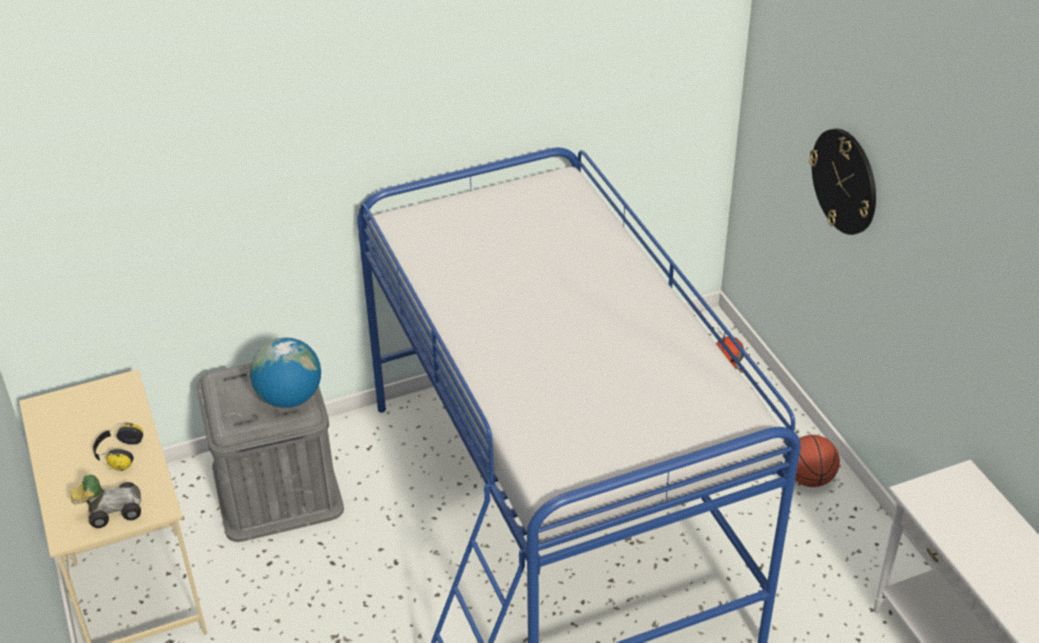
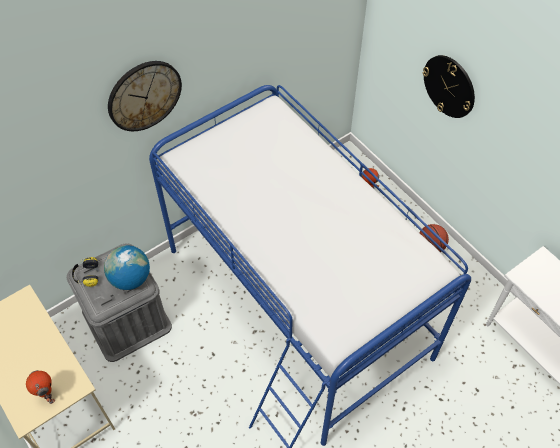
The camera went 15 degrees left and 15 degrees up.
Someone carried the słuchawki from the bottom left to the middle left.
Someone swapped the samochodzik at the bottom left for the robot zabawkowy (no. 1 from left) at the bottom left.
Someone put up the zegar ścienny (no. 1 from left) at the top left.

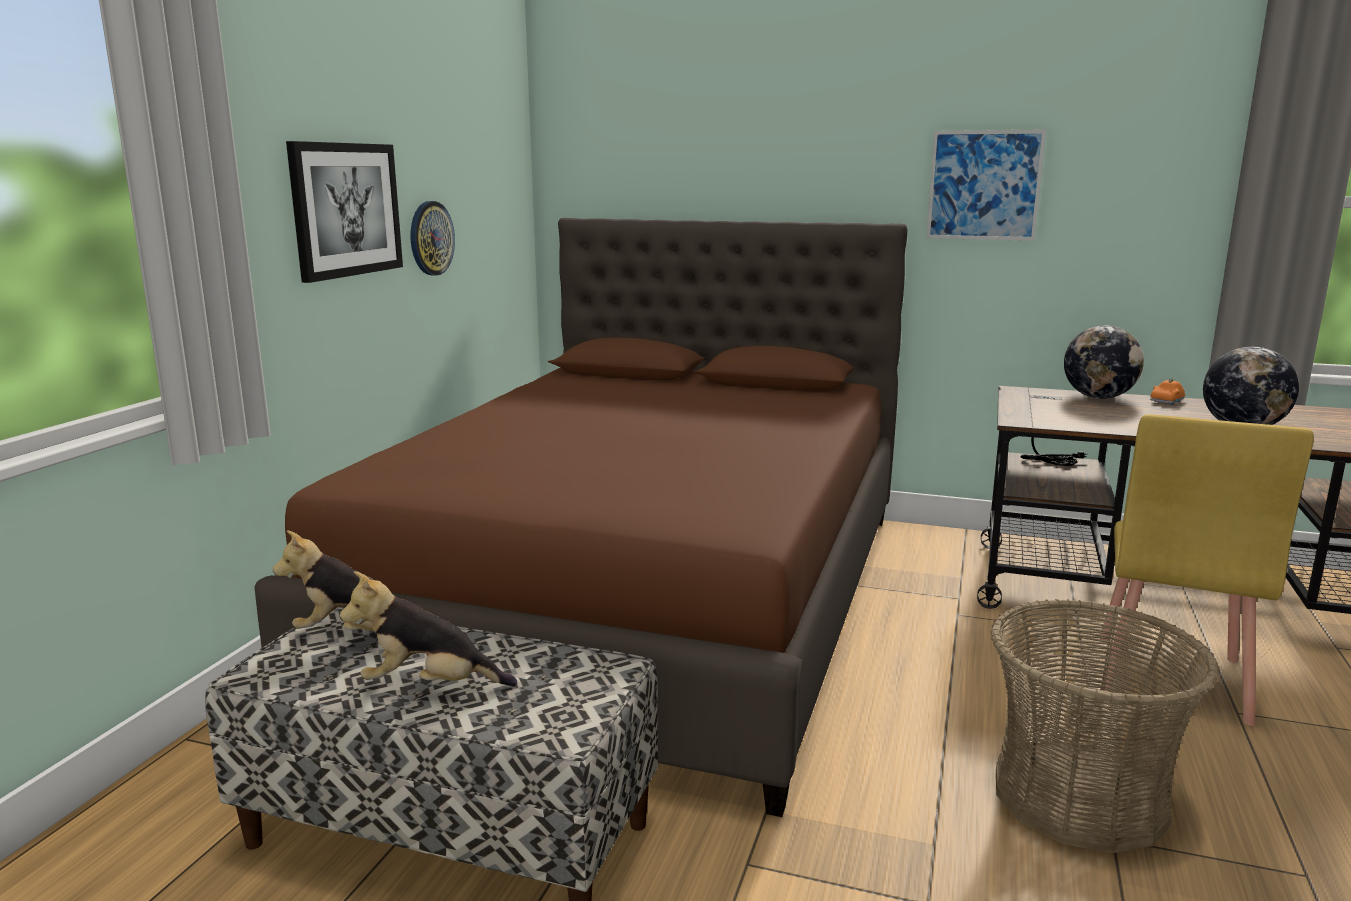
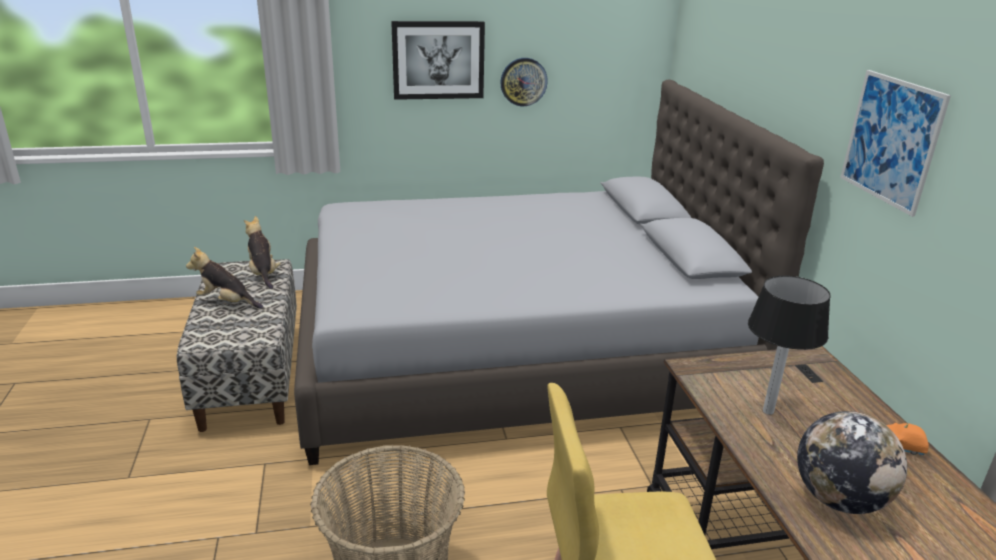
The camera went 60 degrees right and 10 degrees up.
Someone repainted the łóżko [brązowy] at the centre, which became the łóżko [szary] at the centre.
Someone took away the globus (no. 1 from left) at the middle right.
Someone rotated the pluszak (no. 2 from left in the first image) at the bottom left by 45 degrees counterclockwise.
Someone put down the lampa stołowa at the middle right.

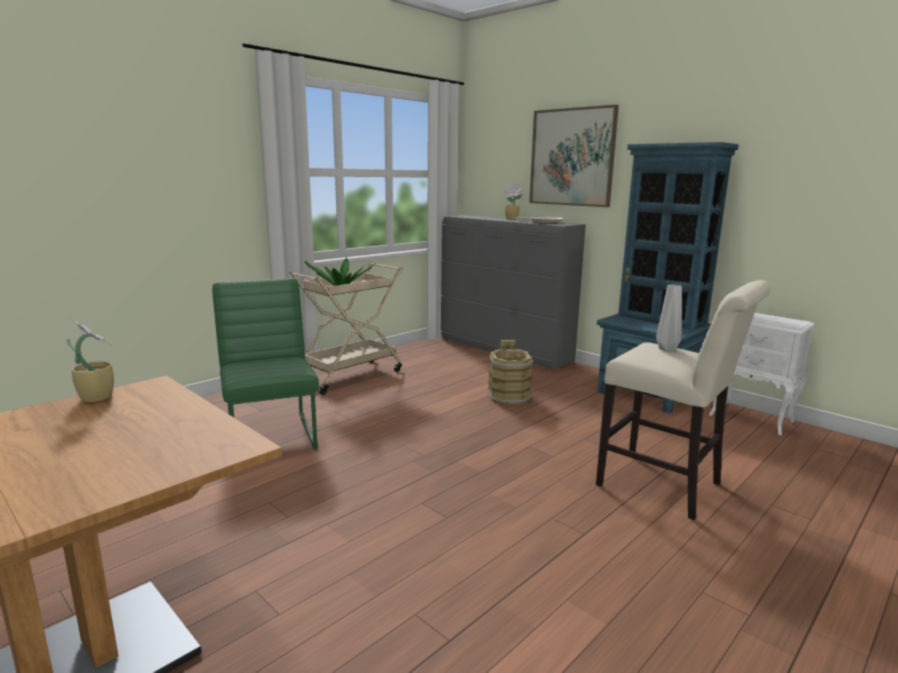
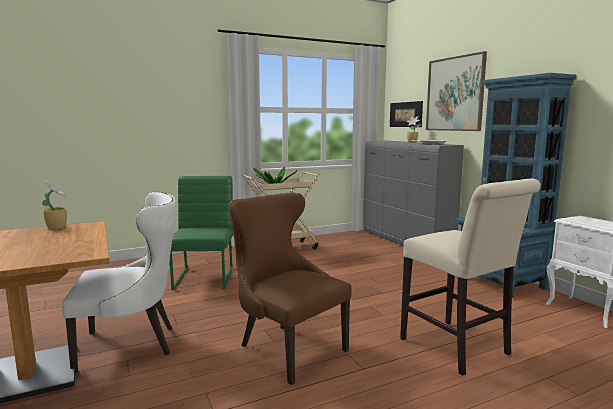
The camera went 20 degrees right and 5 degrees down.
Someone took away the wazon [szary] at the middle right.
Someone took away the wiadro [brązowy] at the centre.
Someone put up the obraz (no. 1 from left) at the top centre.
Someone put down the krzesło [biały] at the bottom left.
Someone put down the krzesło [brązowy] at the bottom centre.

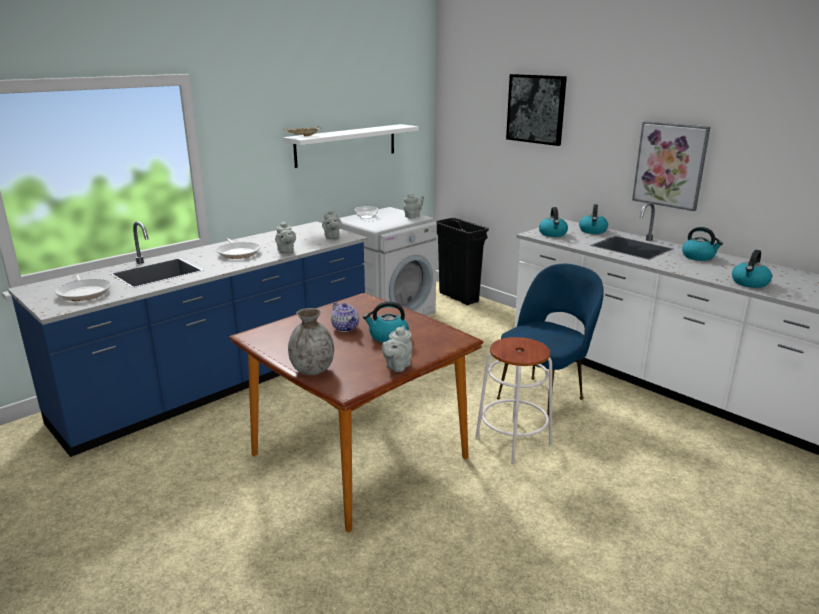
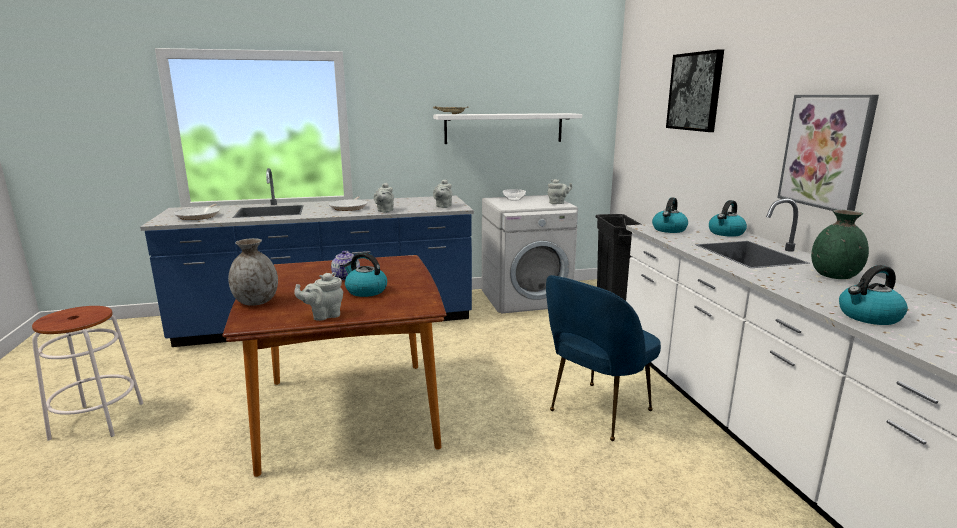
The camera went 30 degrees right and 5 degrees down.
Someone swapped the czajnik (no. 4 from left) at the middle right for the wazon [zielony] at the middle right.
Someone rotated the krzesło [niebieski] at the middle right by 150 degrees clockwise.
Someone carried the stołek [biały] from the centre to the bottom left.

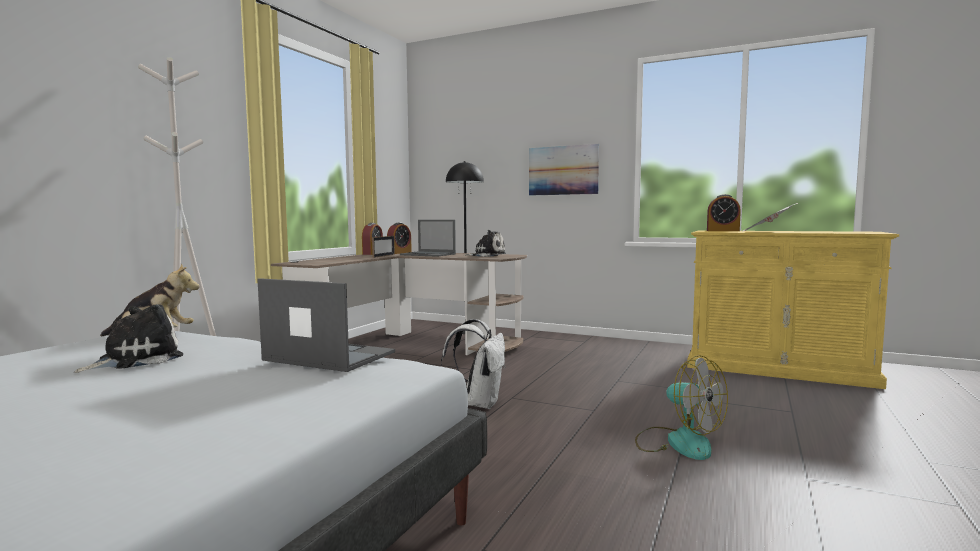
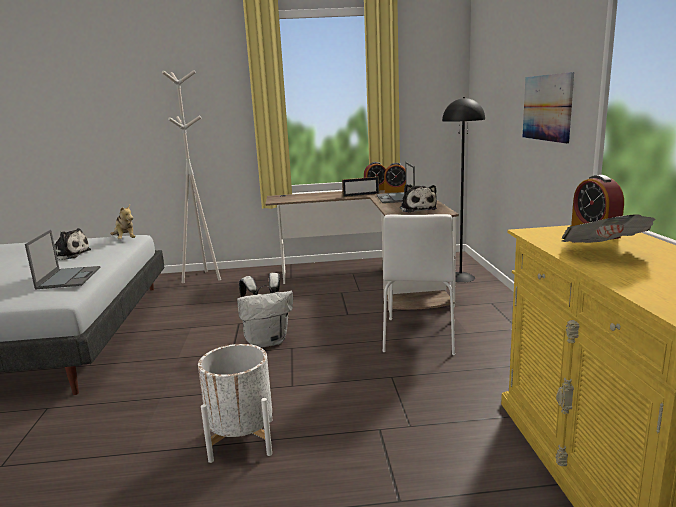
The camera went 60 degrees right and 10 degrees up.
Someone swapped the wentylator at the bottom right for the donica [biały] at the bottom centre.
Someone put down the krzesło [biały] at the centre.

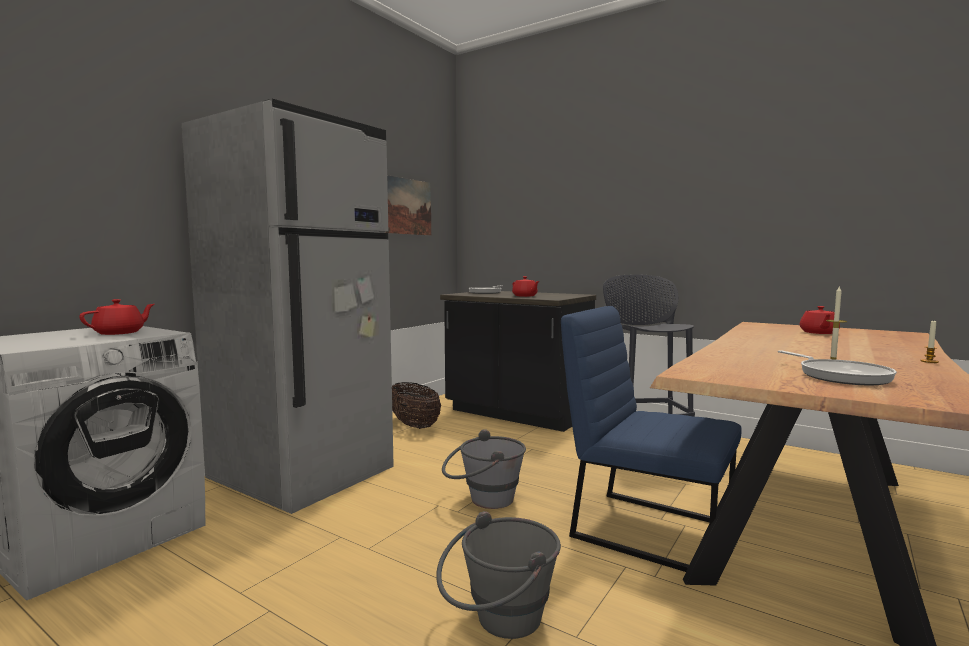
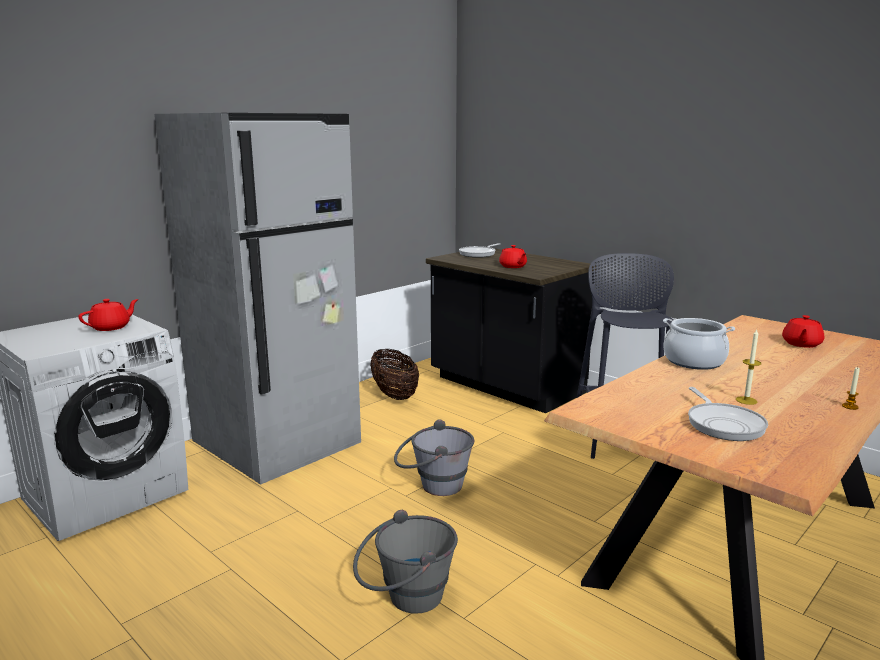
The camera went 10 degrees right and 10 degrees up.
Someone took away the obraz at the top centre.
Someone took away the krzesło [niebieski] at the bottom right.
Someone put down the garnek at the middle right.

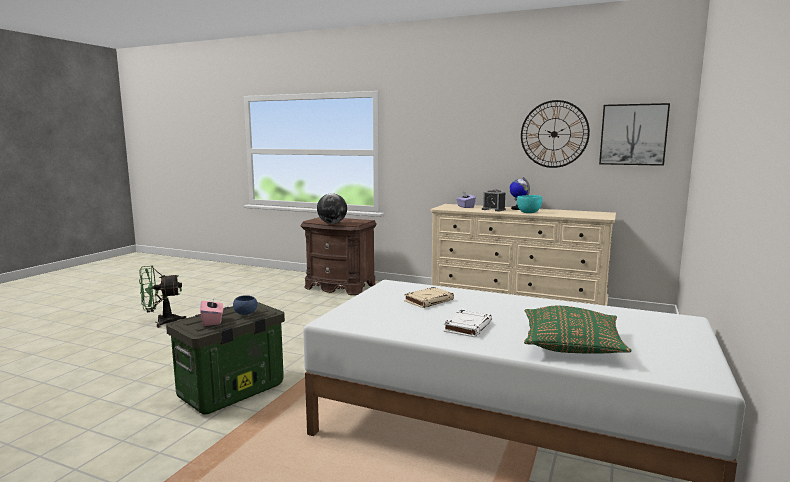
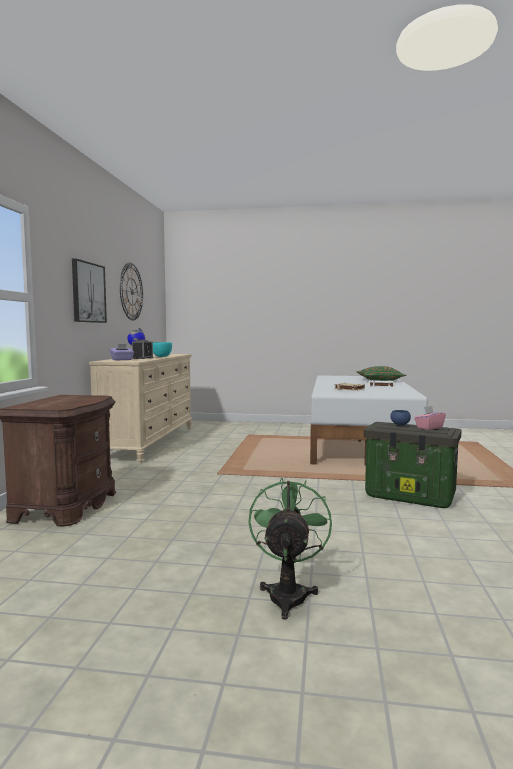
The camera went 105 degrees left and 5 degrees down.
Someone carried the obraz from the top right to the middle left.
Someone took away the globus (no. 1 from left) at the centre.
Someone rotated the wentylator [zielony] at the middle left by 135 degrees counterclockwise.

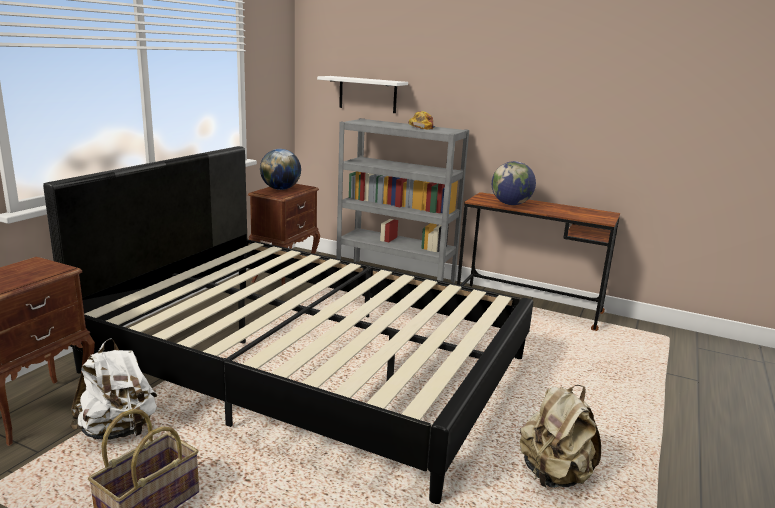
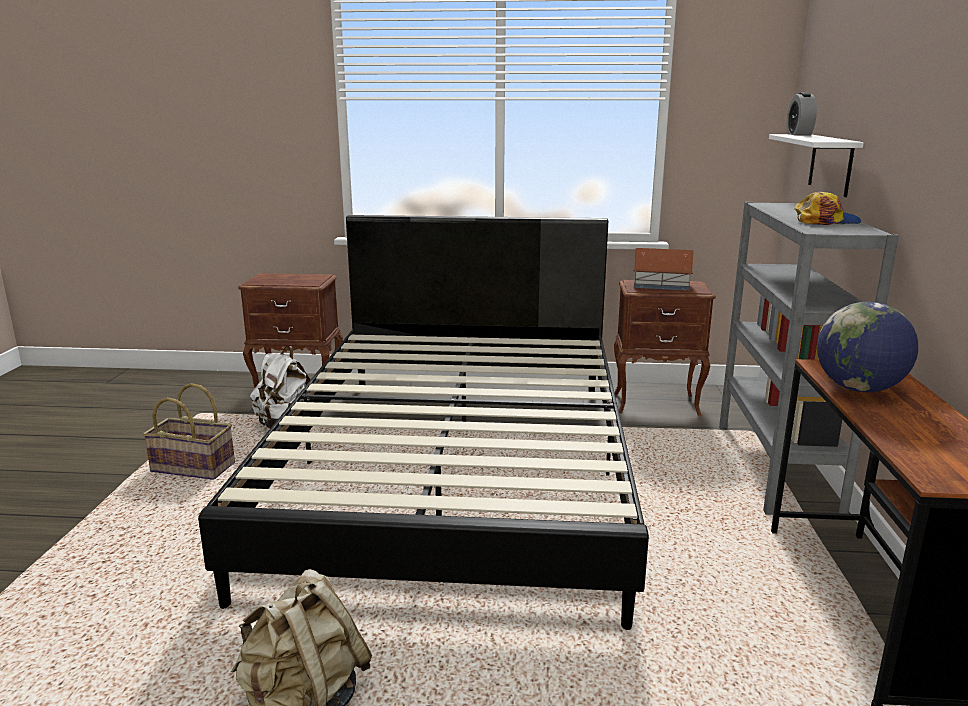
The camera went 70 degrees right and 0 degrees up.
Someone swapped the globus (no. 1 from left) at the top centre for the domek at the middle right.
Someone put down the budzik at the top right.

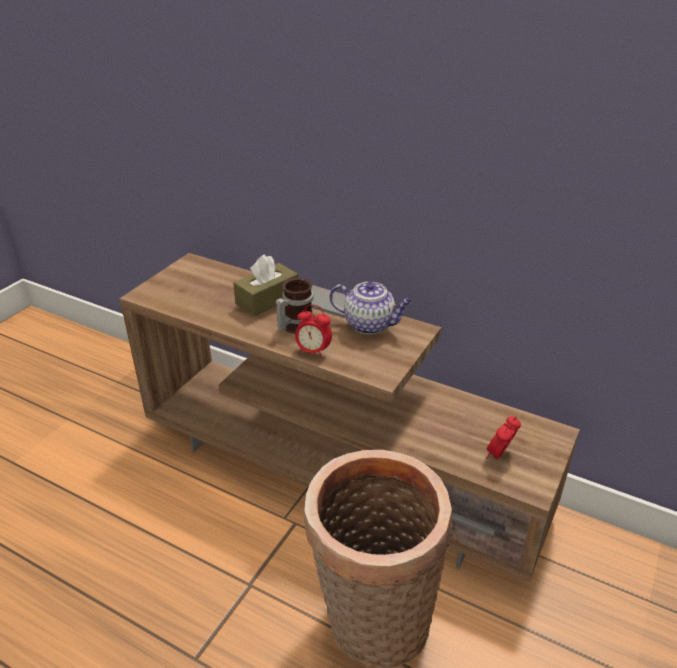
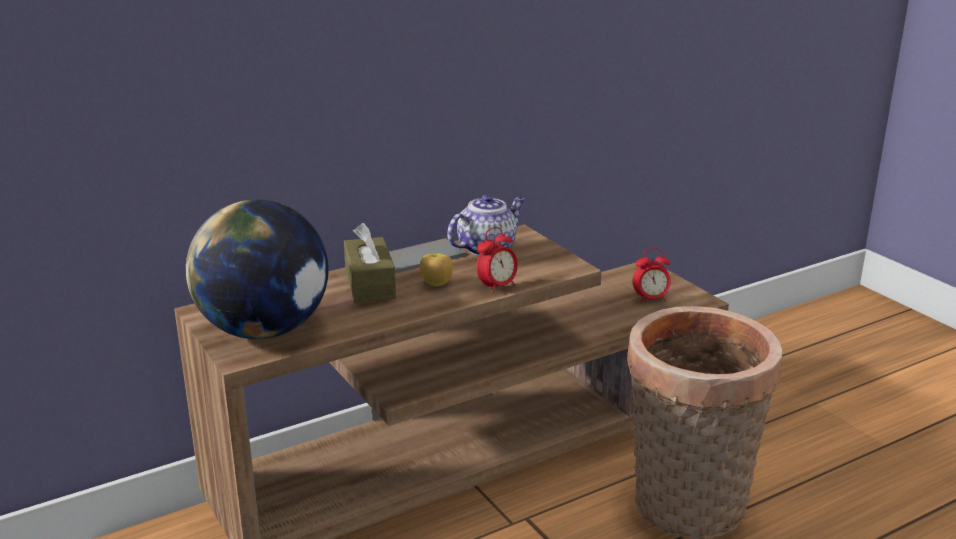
The camera went 60 degrees left and 10 degrees down.
Someone swapped the kubek at the centre for the jabłko at the centre.
Someone rotated the budzik (no. 2 from left) at the middle right by 75 degrees counterclockwise.
Someone put down the globus at the middle left.

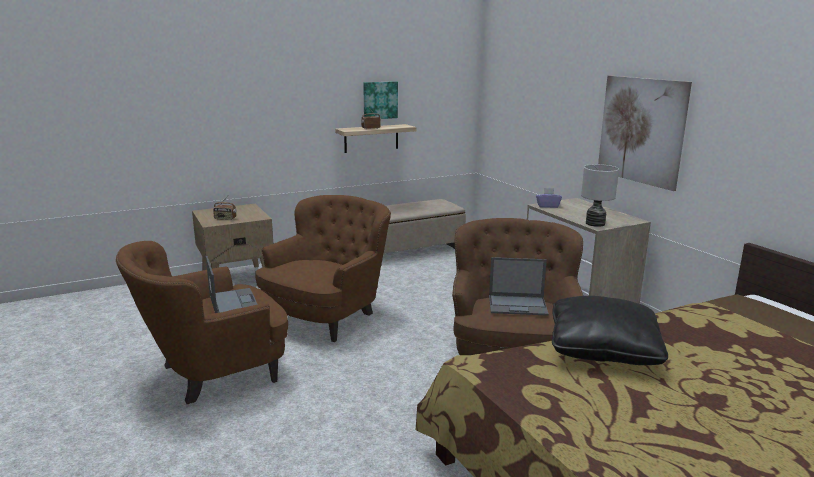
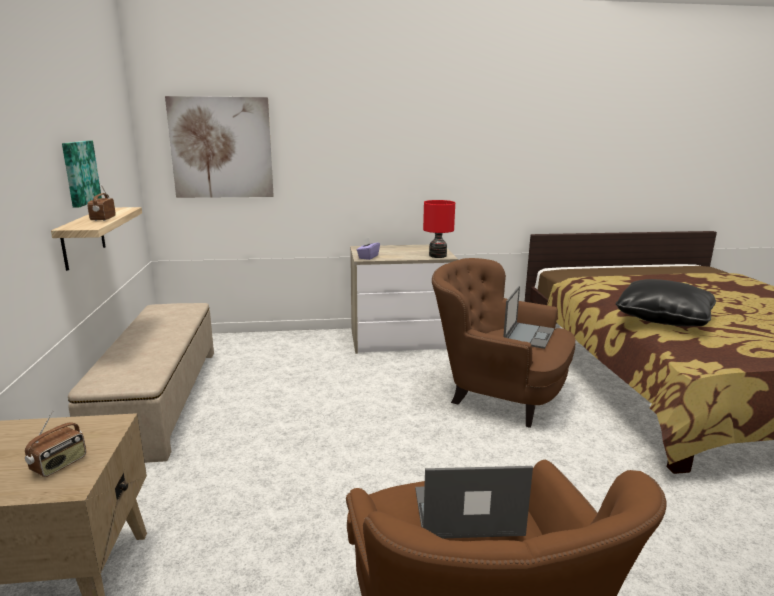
The camera went 70 degrees left and 0 degrees up.
Someone carried the obraz (no. 2 from left) from the top right to the top left.
Someone repainted the lampa stołowa [szary] at the middle right, which became the lampa stołowa [czerwony] at the centre.
Someone took away the fotel [brązowy] (no. 2 from left) at the centre.

